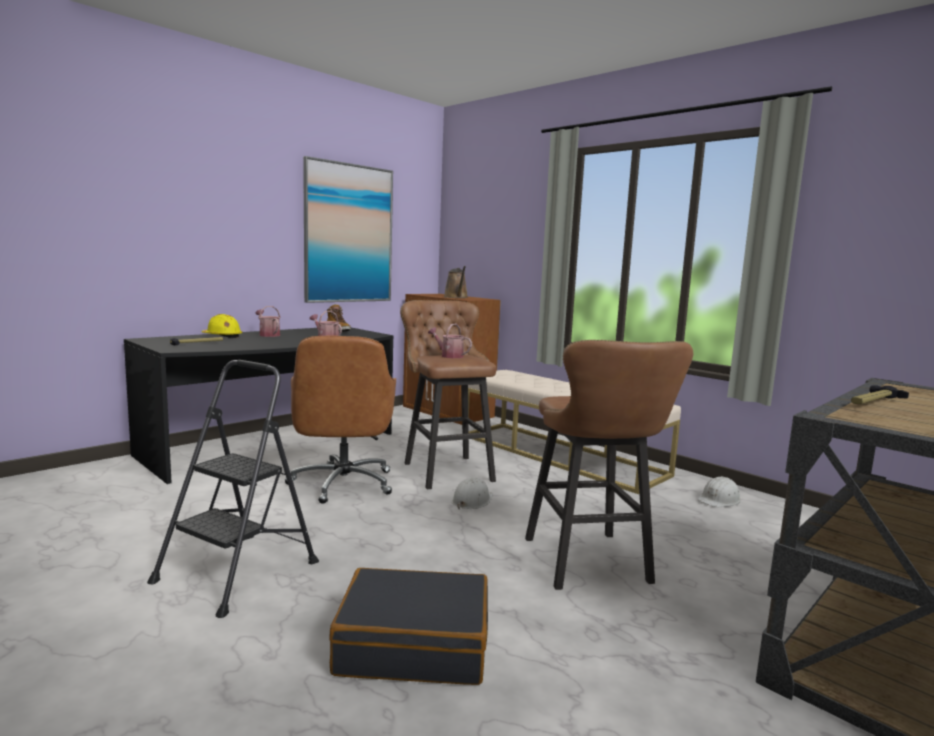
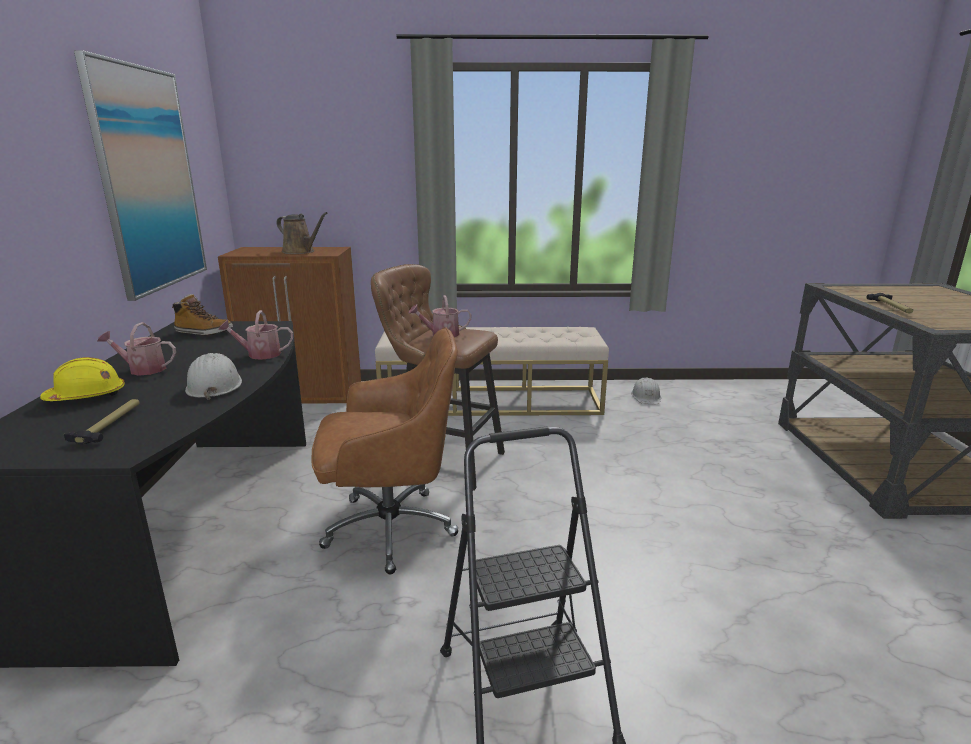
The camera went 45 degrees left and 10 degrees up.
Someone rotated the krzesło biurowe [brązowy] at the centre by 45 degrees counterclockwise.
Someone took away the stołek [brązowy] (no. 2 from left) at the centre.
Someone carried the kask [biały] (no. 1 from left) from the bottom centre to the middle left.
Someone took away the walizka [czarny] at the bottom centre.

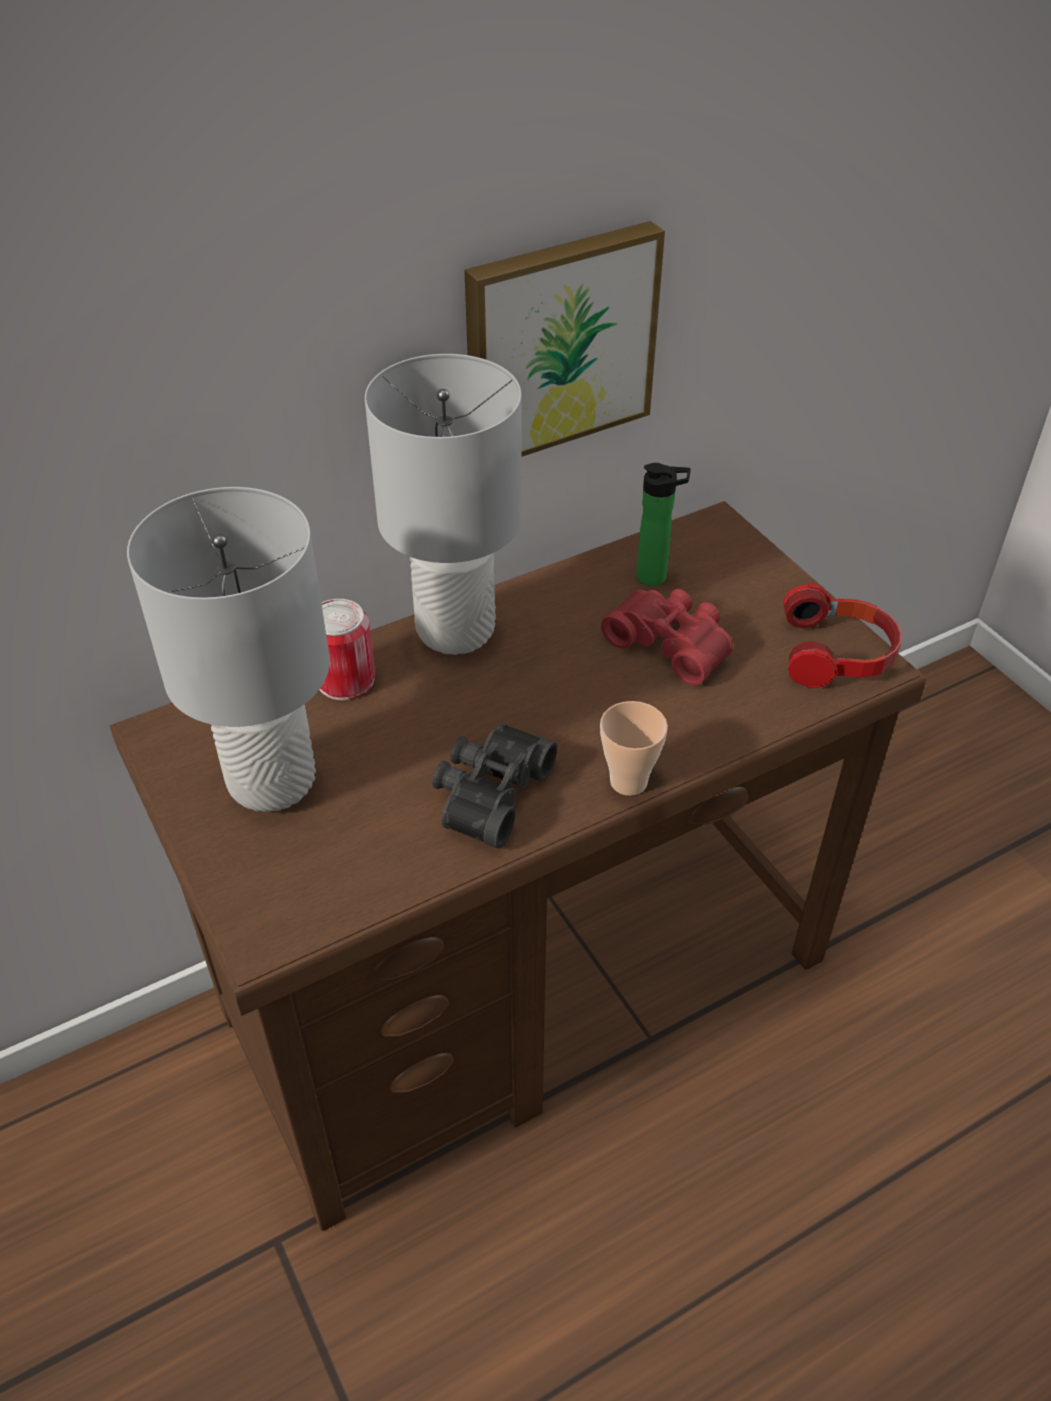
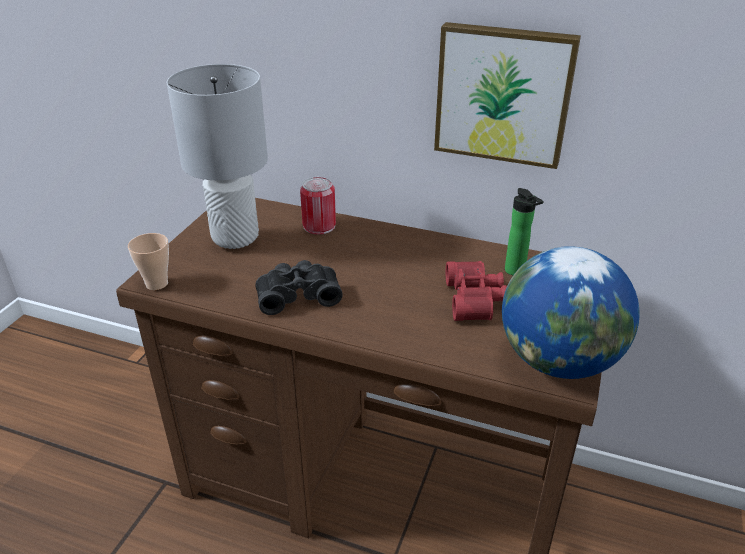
The camera went 50 degrees right and 10 degrees down.
Someone took away the lampa stołowa [szary] (no. 2 from left) at the centre.
Someone swapped the słuchawki at the middle right for the globus at the middle right.
Someone carried the filiżanka from the centre to the middle left.

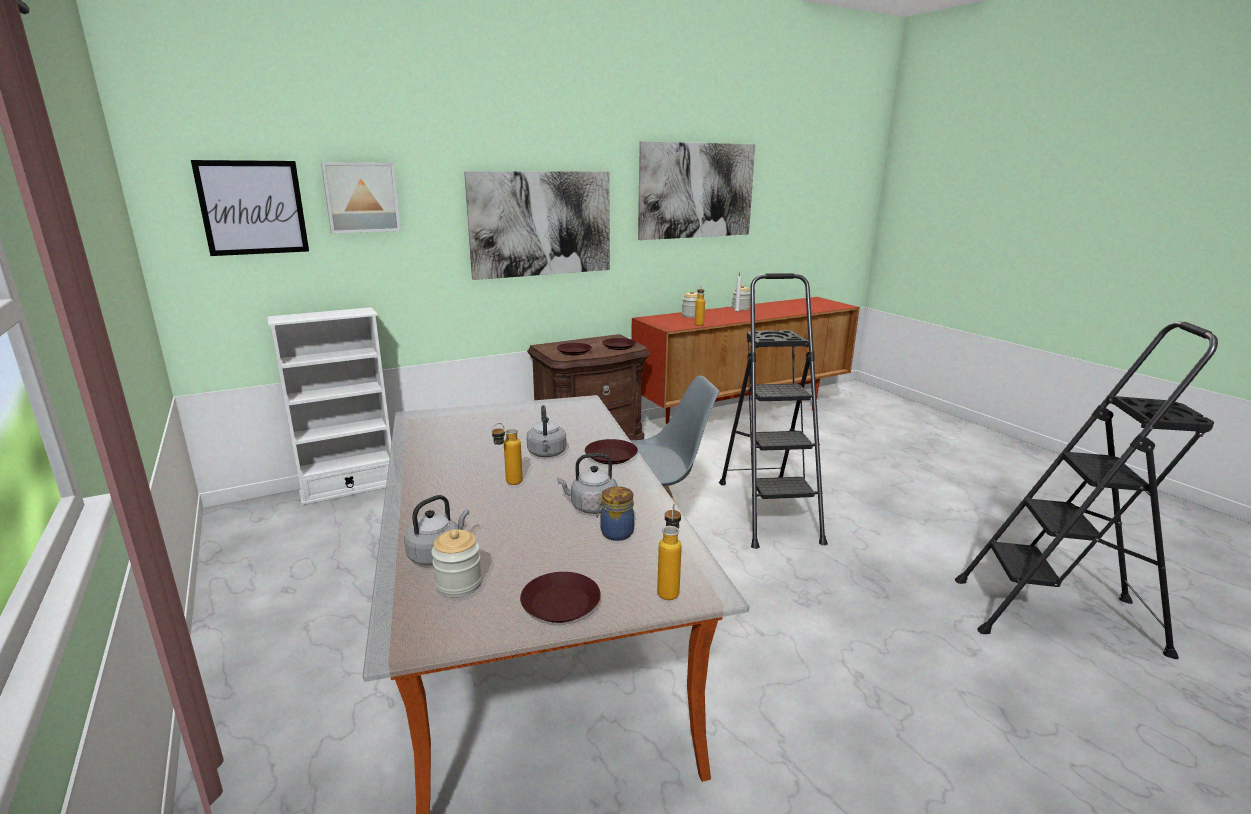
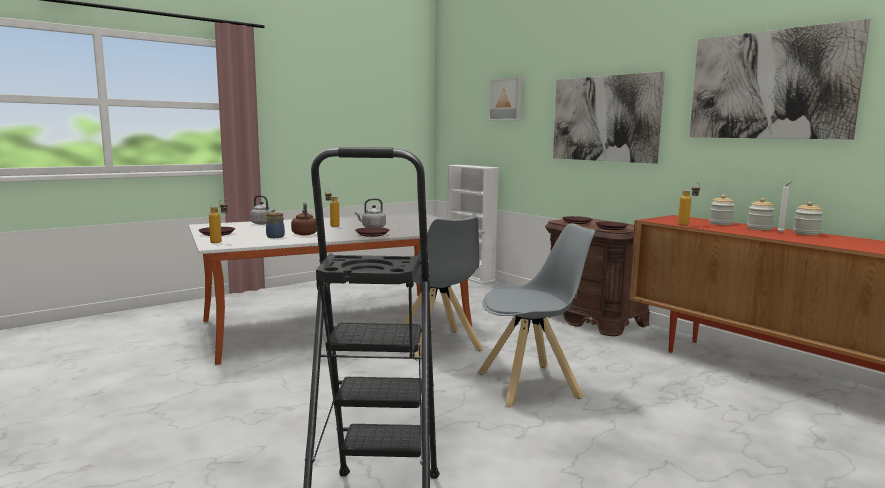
The camera went 80 degrees right and 10 degrees down.
Someone took away the obraz (no. 1 from left) at the top left.
Someone swapped the drabinka (no. 1 from left) at the centre for the krzesło [szary] (no. 2 from left) at the centre.
Someone repainted the czajnik [szary] (no. 3 from left) at the centre, which became the czajnik [brązowy] at the centre.
Someone carried the słoik (no. 1 from left in the first image) from the bottom centre to the middle right.

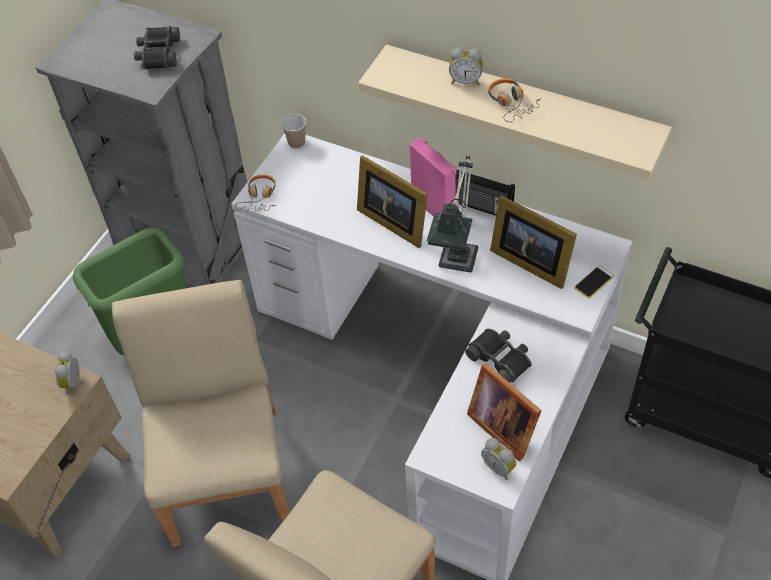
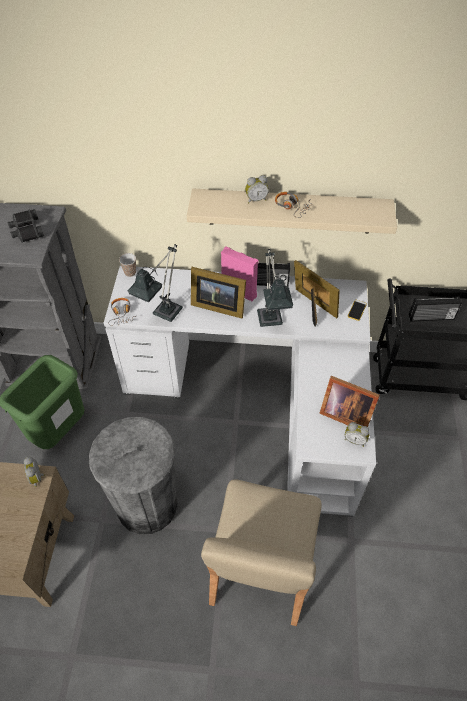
The camera went 25 degrees left and 0 degrees up.
Someone rotated the ramka na zdjęcie (no. 3 from left in the first image) at the middle right by 150 degrees counterclockwise.
Someone swapped the krzesło [beżowy] (no. 1 from left) at the bottom left for the kosz na śmieci [szary] at the bottom left.
Someone took away the lornetka [czarny] (no. 2 from left) at the centre.
Someone put down the lampa stołowa (no. 1 from left) at the middle left.
Someone put down the radio (no. 2 from left) at the middle right.

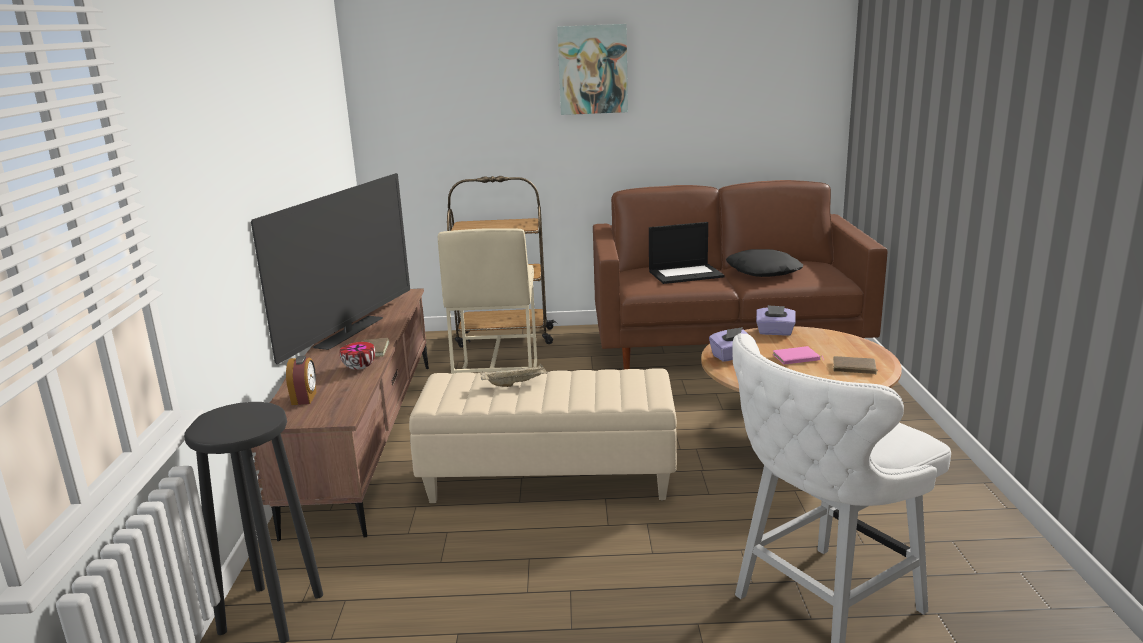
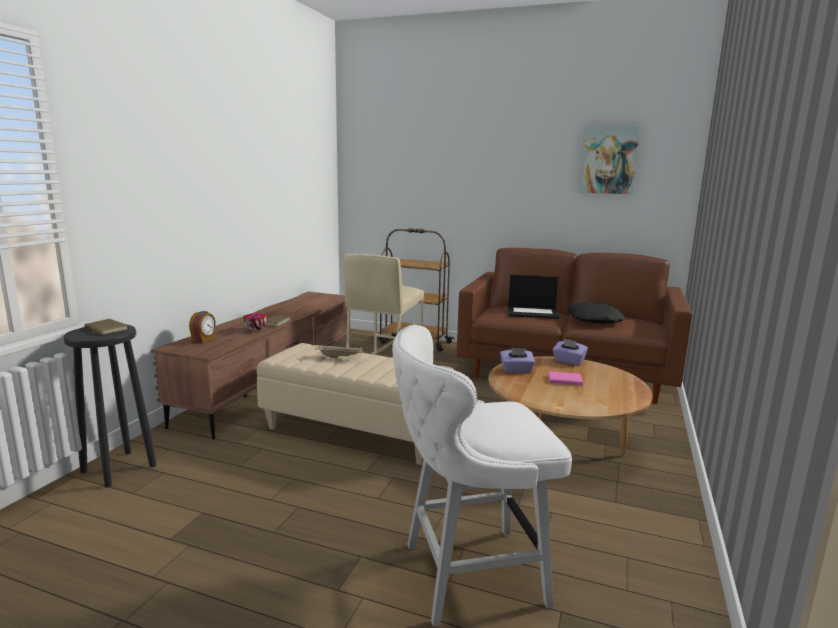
The camera went 20 degrees right and 5 degrees down.
Someone carried the obraz from the top centre to the top right.
Someone took away the telewizor at the middle left.
Someone carried the książka [brązowy] (no. 2 from left in the first image) from the middle right to the middle left.

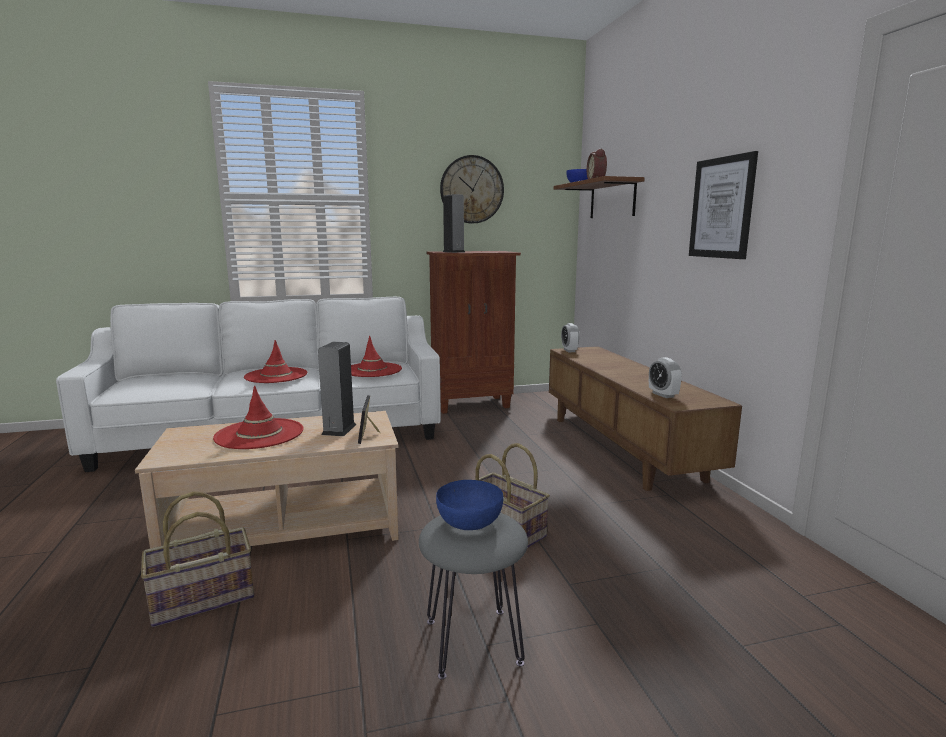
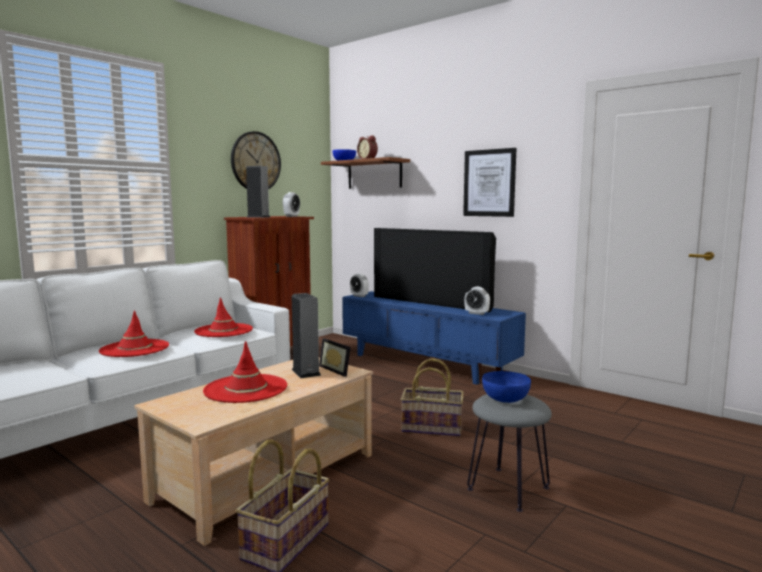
The camera went 35 degrees left and 5 degrees down.
Someone repainted the szafka pod telewizor [brązowy] at the middle right, which became the szafka pod telewizor [niebieski] at the centre.
Someone put down the budzik (no. 1 from left) at the centre.
Someone put down the telewizor at the centre.

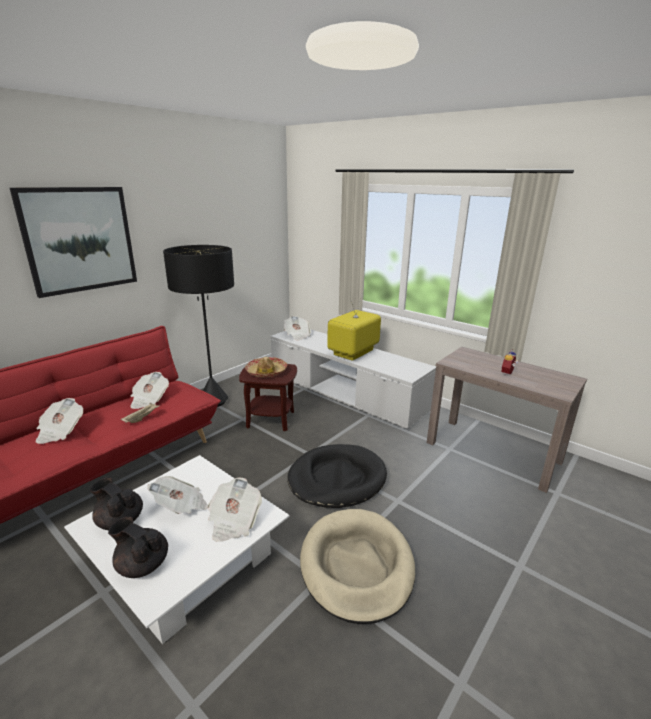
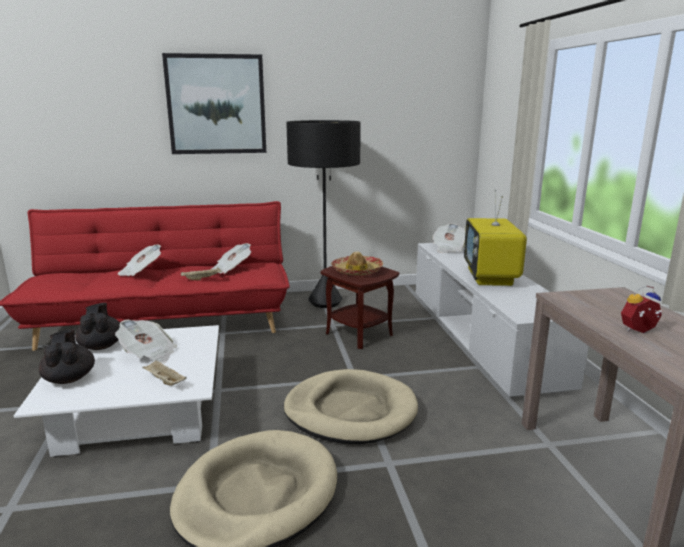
The camera went 40 degrees right and 5 degrees down.
Someone rotated the telewizor at the centre by 75 degrees counterclockwise.
Someone repainted the legowisko [czarny] at the centre, which became the legowisko [beżowy] (no. 2 from left) at the bottom centre.
Someone swapped the gazeta (no. 4 from left) at the bottom centre for the taca [beżowy] (no. 1 from left) at the bottom left.

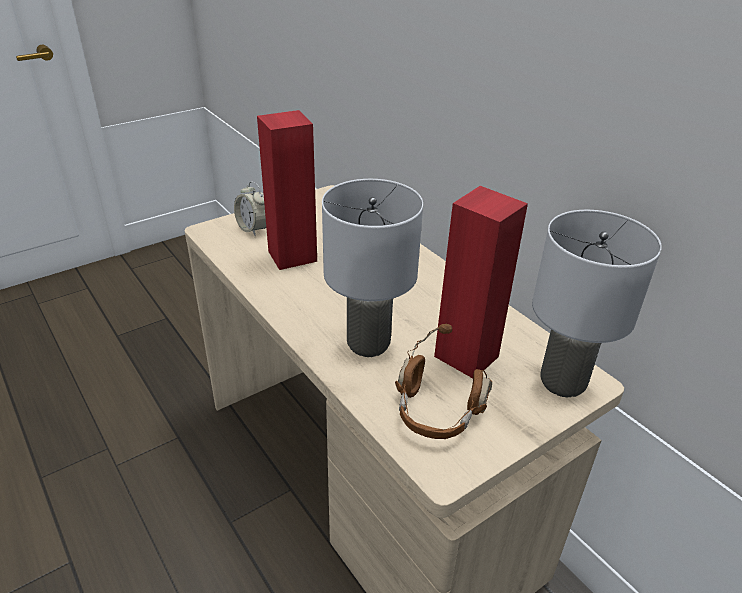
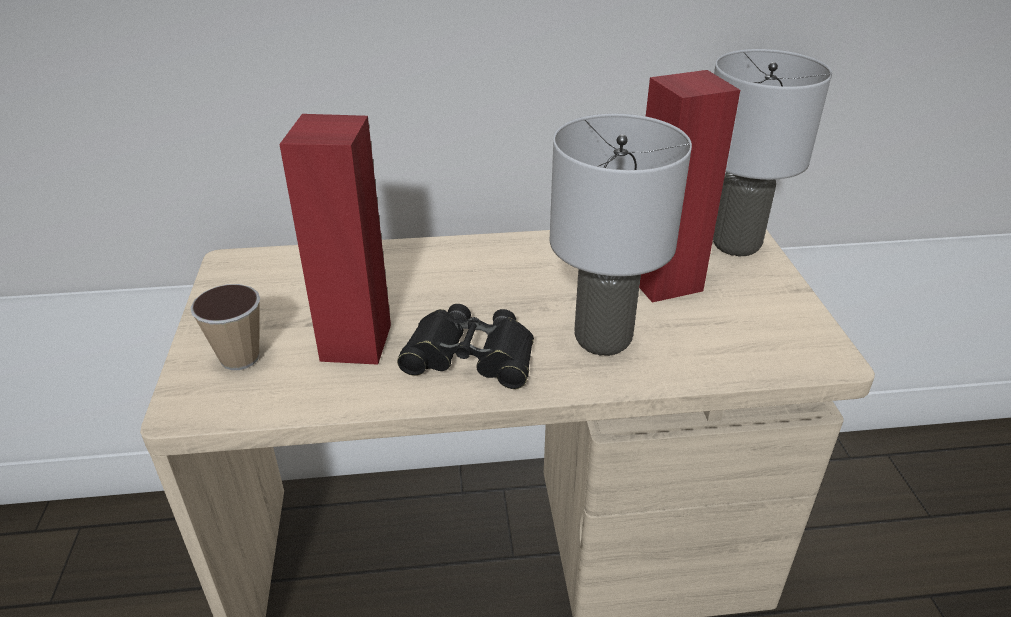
The camera went 60 degrees left and 0 degrees up.
Someone swapped the budzik at the centre for the filiżanka at the middle left.
Someone took away the słuchawki [brązowy] at the centre.
Someone put down the lornetka [czarny] at the centre.

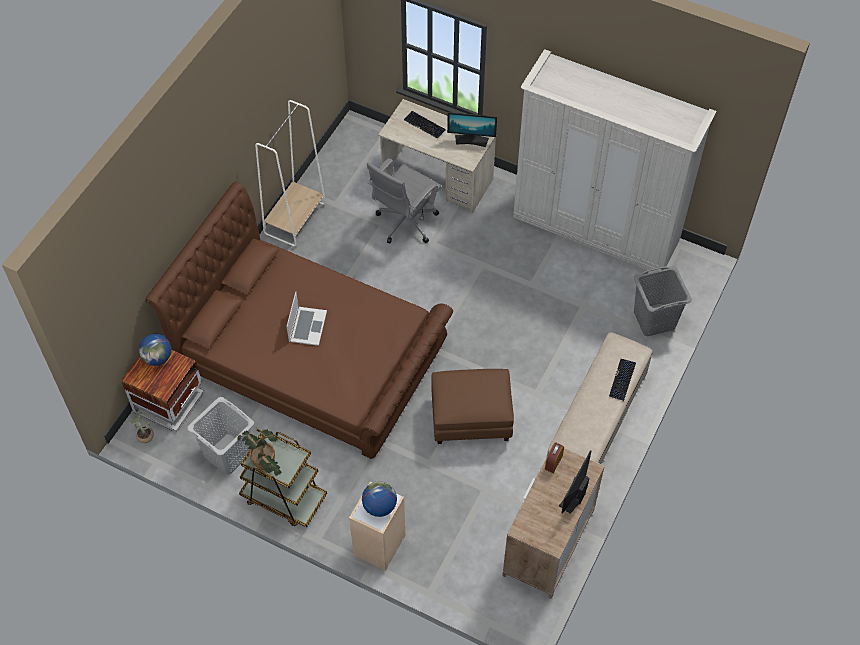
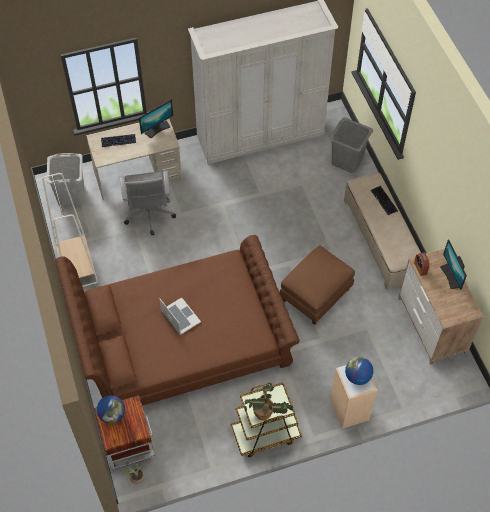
The camera went 45 degrees left and 0 degrees up.
Someone carried the kosz na pranie [szary] (no. 1 from left) from the bottom left to the middle left.

